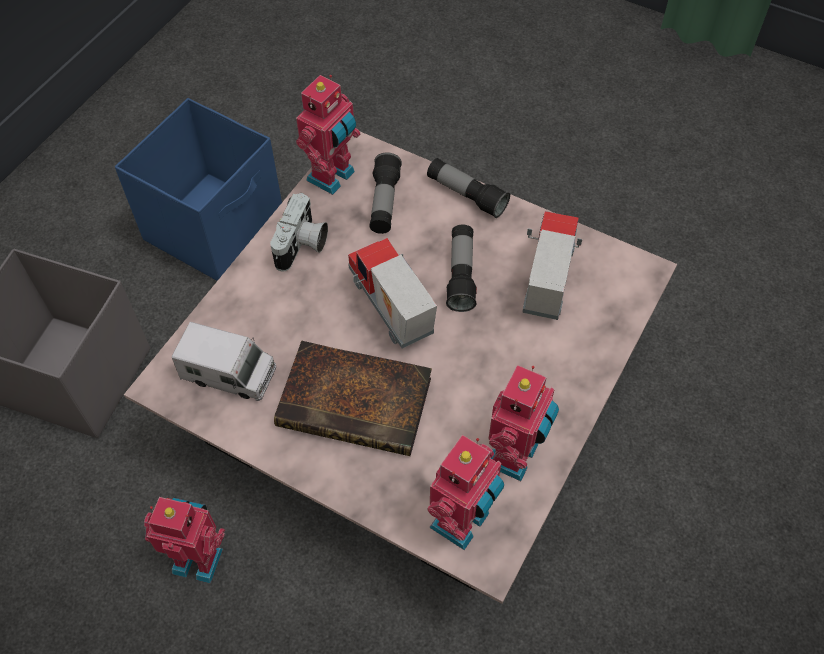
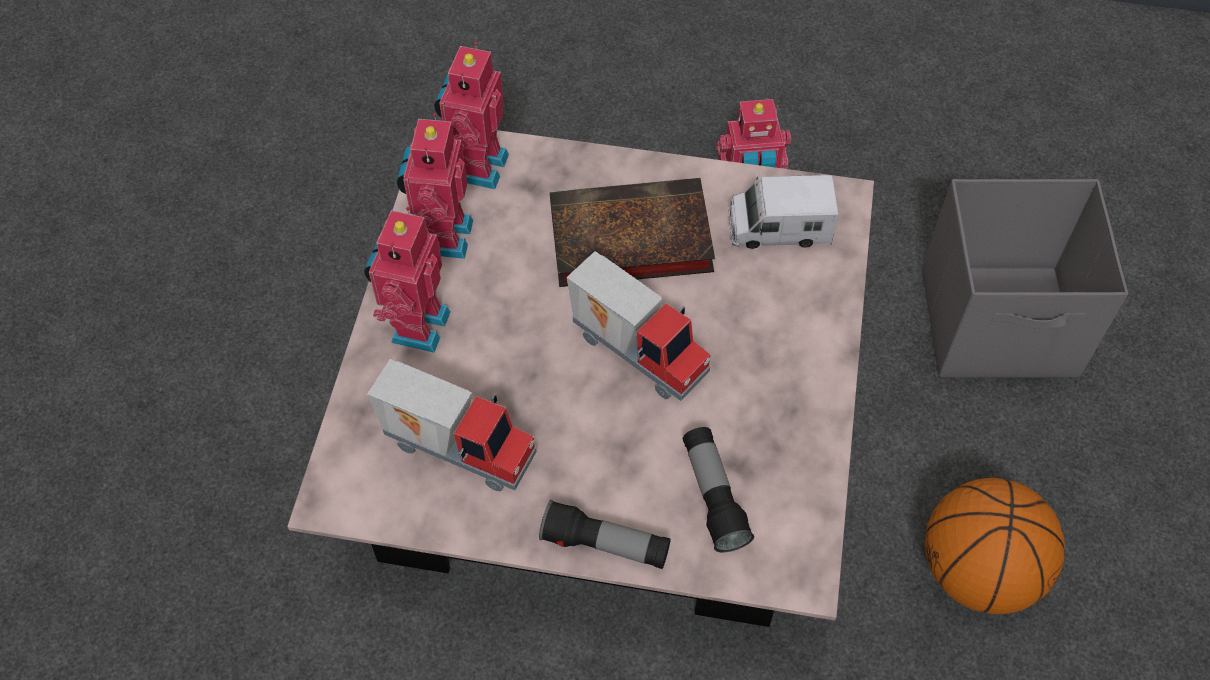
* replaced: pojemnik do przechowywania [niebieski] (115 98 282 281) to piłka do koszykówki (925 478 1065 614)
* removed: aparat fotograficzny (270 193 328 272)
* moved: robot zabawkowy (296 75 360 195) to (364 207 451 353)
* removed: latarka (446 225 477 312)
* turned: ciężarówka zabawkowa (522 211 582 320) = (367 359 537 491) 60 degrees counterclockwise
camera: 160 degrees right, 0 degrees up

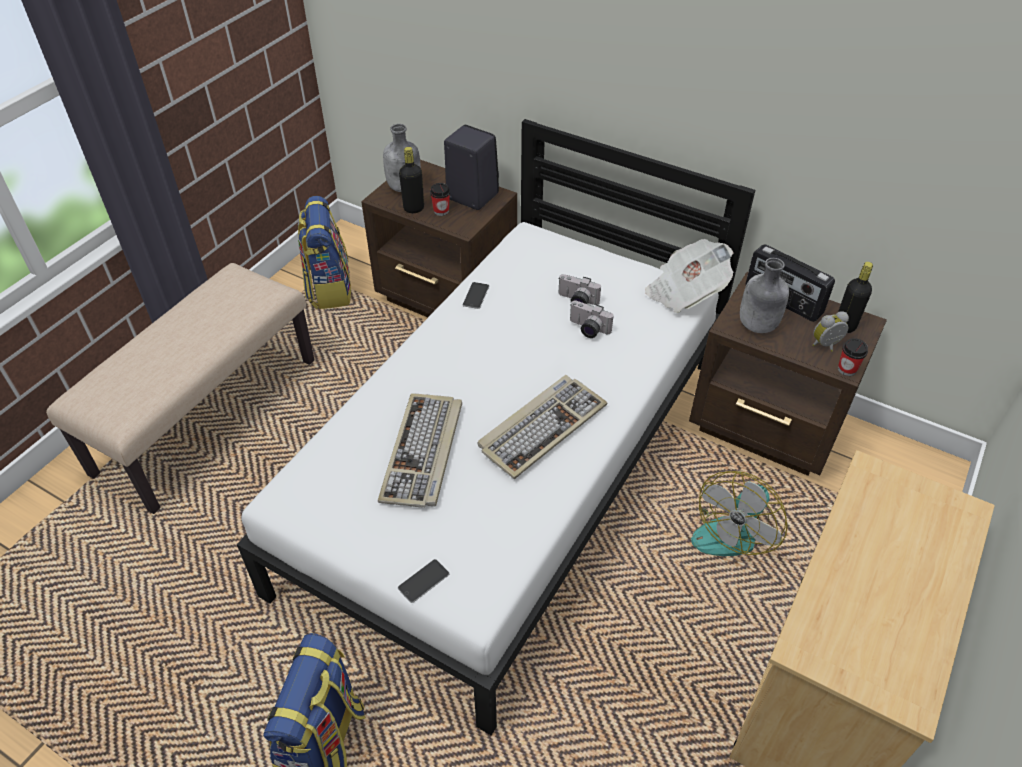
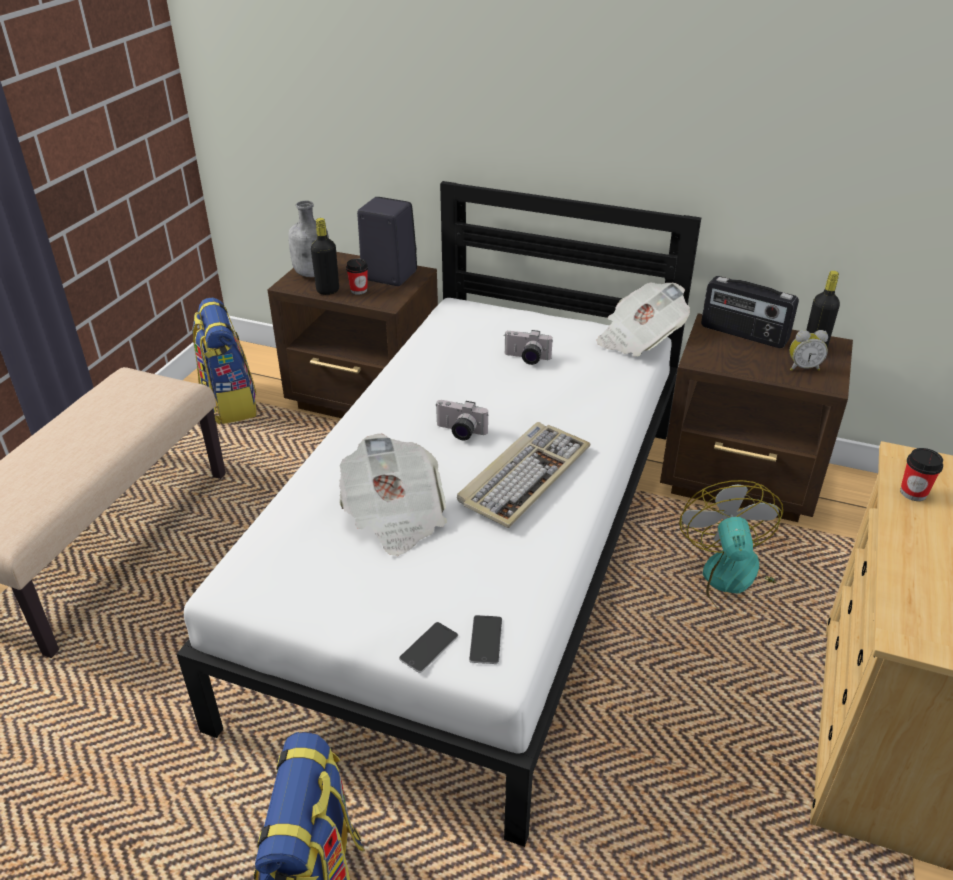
* replaced: klawiatura (378 393 462 508) to gazeta (339 434 447 556)
* moved: telefon (463 282 489 309) to (469 615 502 664)
* moved: aparat fotograficzny (570 300 613 338) to (435 400 488 440)
* turned: wentylator (691 471 788 556) = (679 480 783 620) 150 degrees clockwise
* removed: butelka [szary] (740 258 789 333)
* turned: budzik (812 311 849 352) = (789 330 828 371) 150 degrees counterclockwise
* moved: filiżanka (838 338 868 376) to (900 448 943 501)
camera: 10 degrees left, 10 degrees down

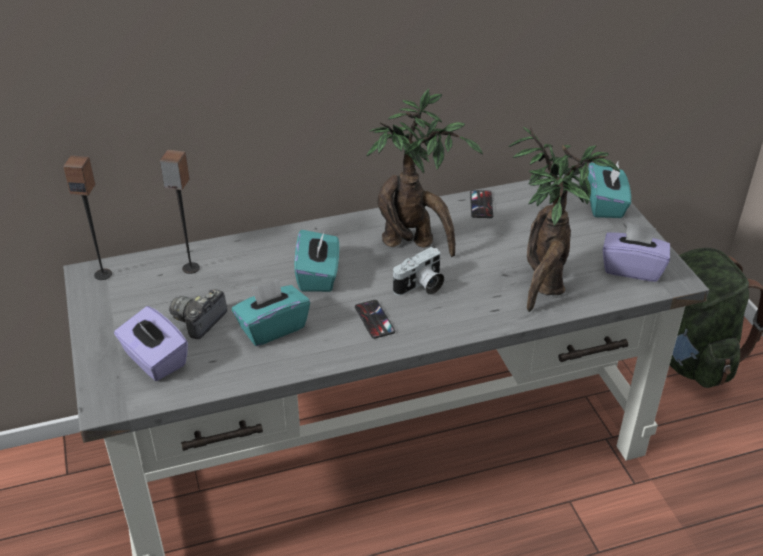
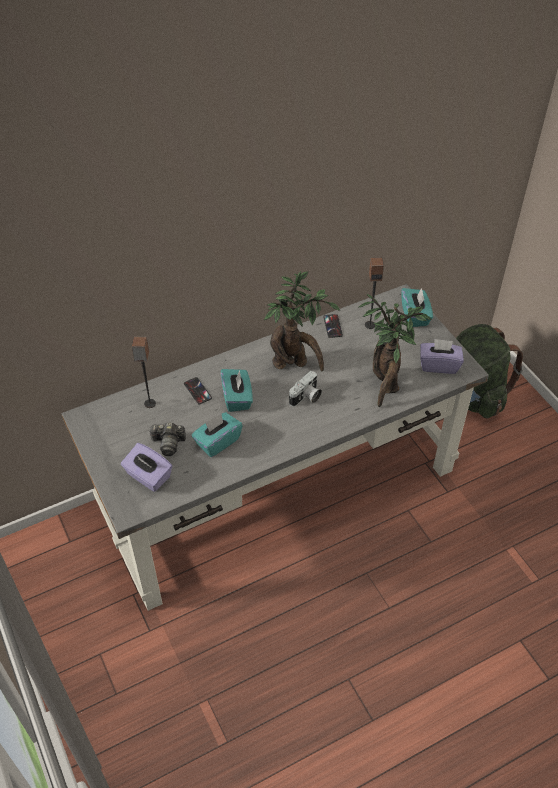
* moved: głośnik (63 155 112 280) to (365 257 384 329)
* turned: aparat fotograficzny (169 289 227 339) = (149 423 186 456) 105 degrees counterclockwise
* moved: telefon (355 300 395 339) to (184 377 212 404)
camera: 10 degrees left, 10 degrees up

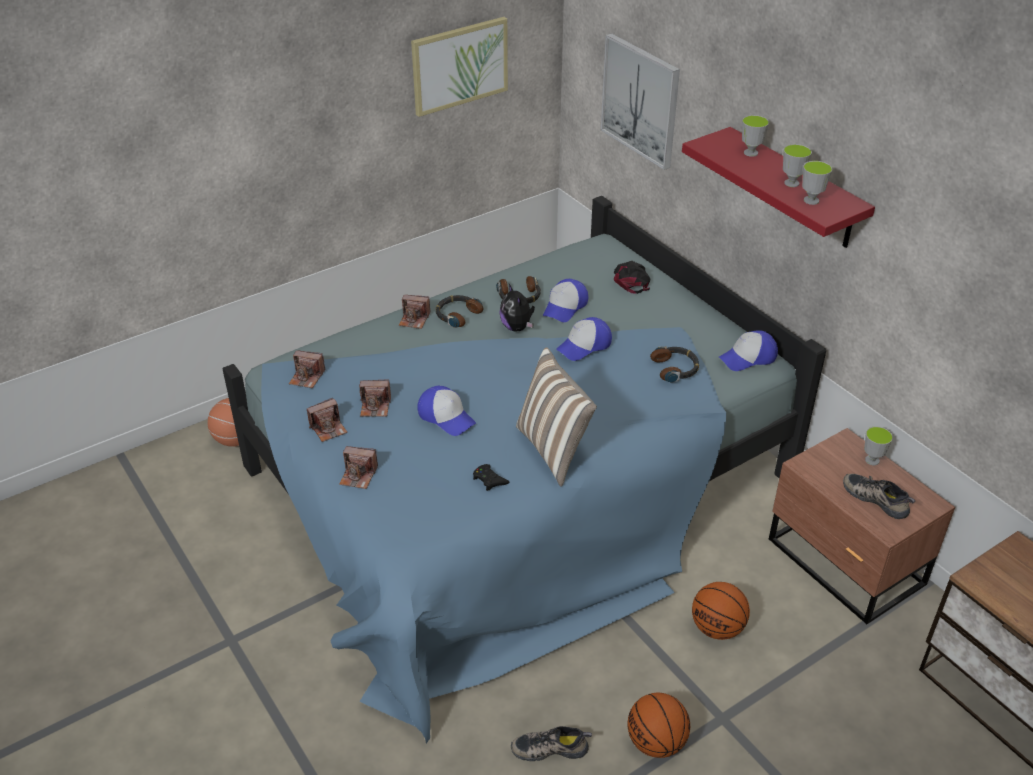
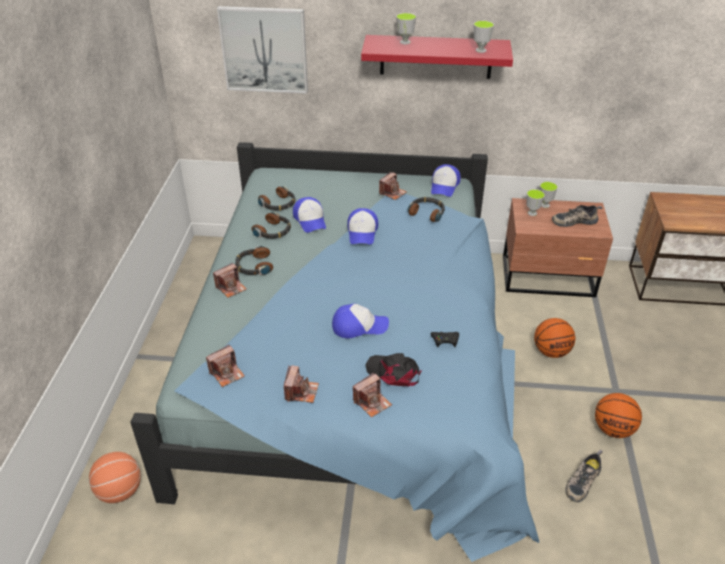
* moved: aparat fotograficzny (359 379 391 417) to (379 172 407 200)
* removed: obraz (411 17 508 117)
* removed: pluszak (499 284 535 332)
* removed: poduszka (516 347 597 487)
* moved: czapka z daszkiem [czarny] (614 261 650 294) to (366 353 422 386)
* moved: filiżanka (783 144 812 187) to (526 189 545 216)
* added: słuchawki (258 187 295 211)
camera: 50 degrees left, 0 degrees up

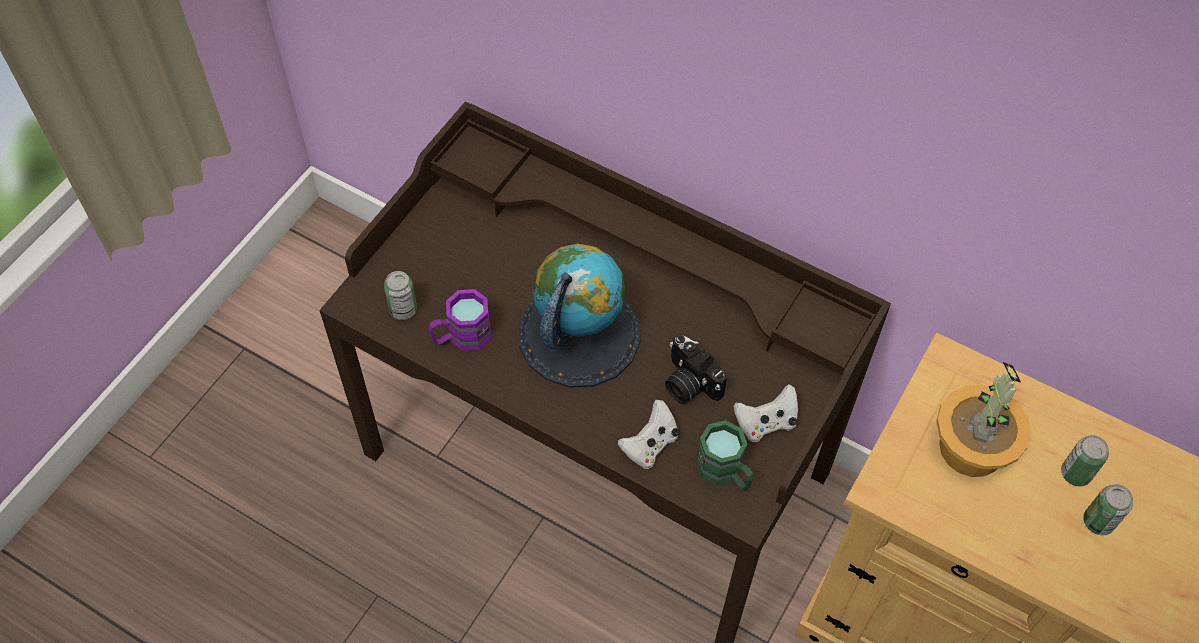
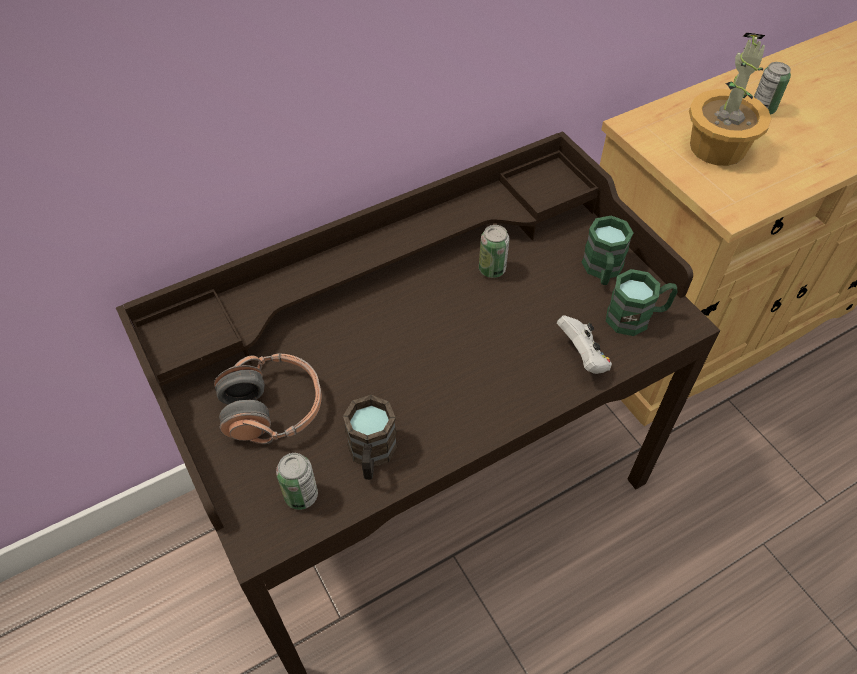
* recoloured: kubek [fioletowy] (428 289 491 351) to kubek [brązowy] (343 395 397 480)
* removed: globus (519 244 640 388)
* removed: aparat fotograficzny (665 334 727 404)
* replaced: pad do gier [biały] (733 384 798 442) to kubek [zielony] (582 215 633 285)
* moved: puszka (1083 484 1133 535) to (479 225 509 278)
* added: słuchawki (214 353 322 444)
camera: 60 degrees left, 5 degrees down

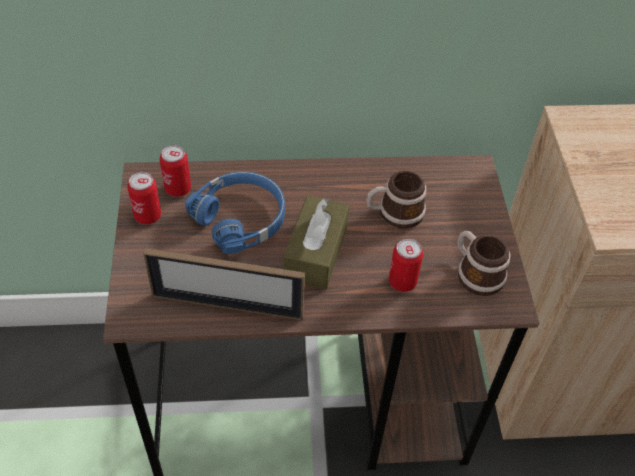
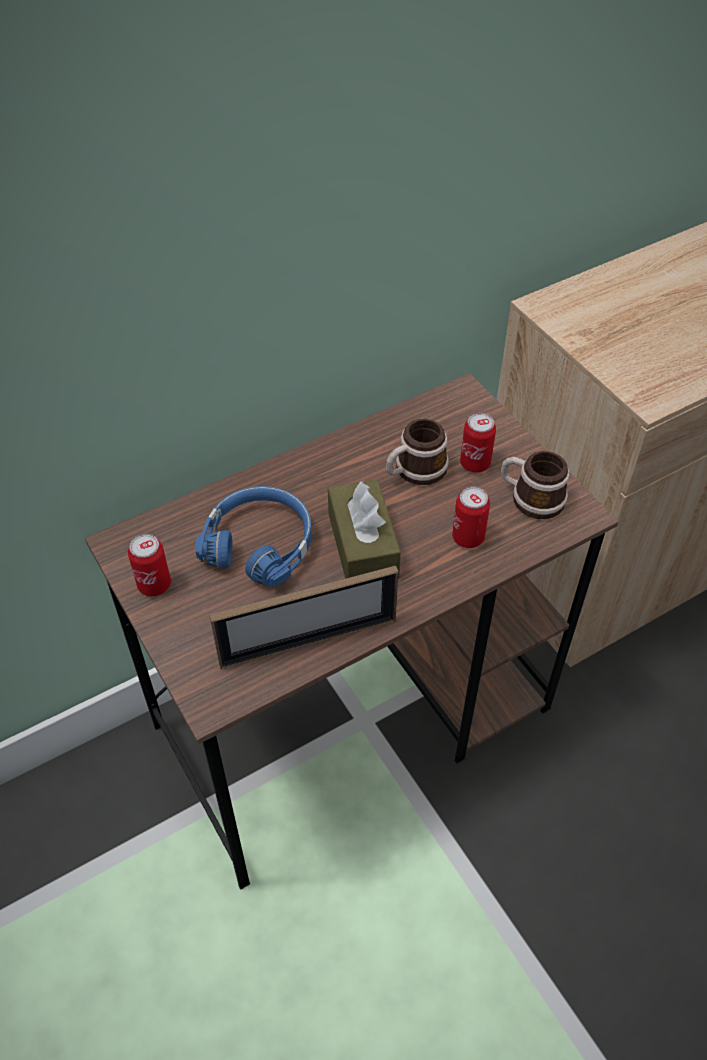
* moved: puszka (160 145 191 197) to (460 413 496 473)
camera: 25 degrees left, 0 degrees up

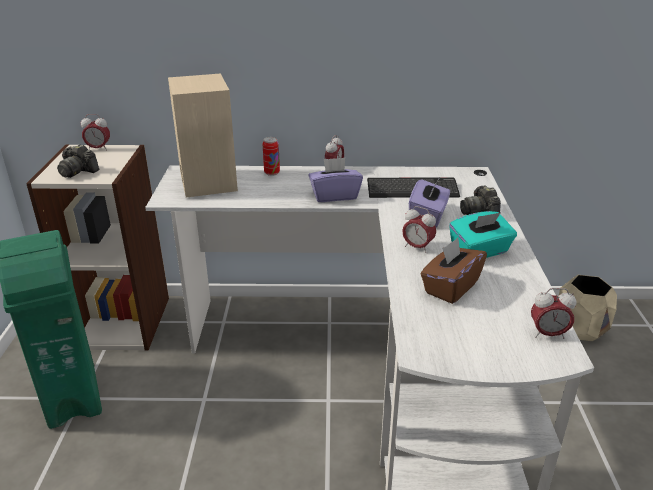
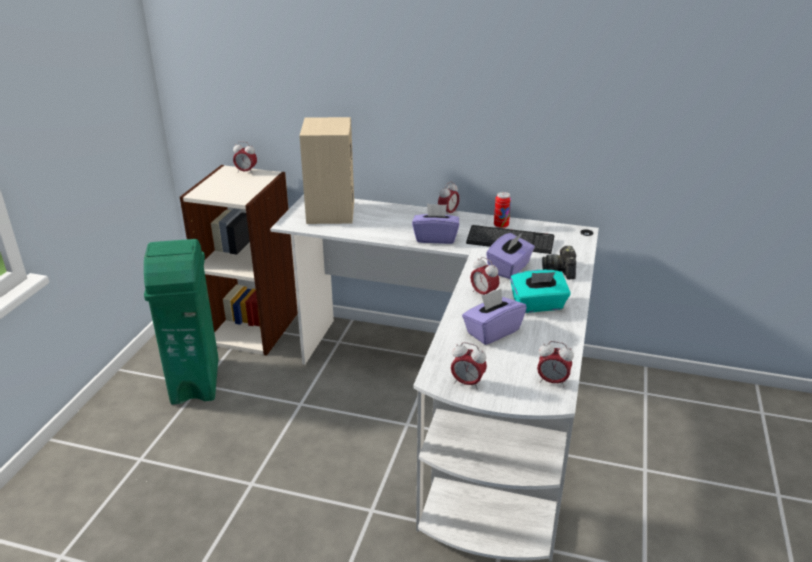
* removed: aparat fotograficzny (57 144 99 178)
* moved: puszka (263 137 280 176) to (494 192 511 229)
* recoloured: pudełko chusteczek [brązowy] (421 238 487 304) to pudełko chusteczek [fioletowy] (462 289 527 345)
* removed: donica [beżowy] (558 275 617 341)
* added: budzik (451 342 487 390)
camera: 15 degrees right, 0 degrees up

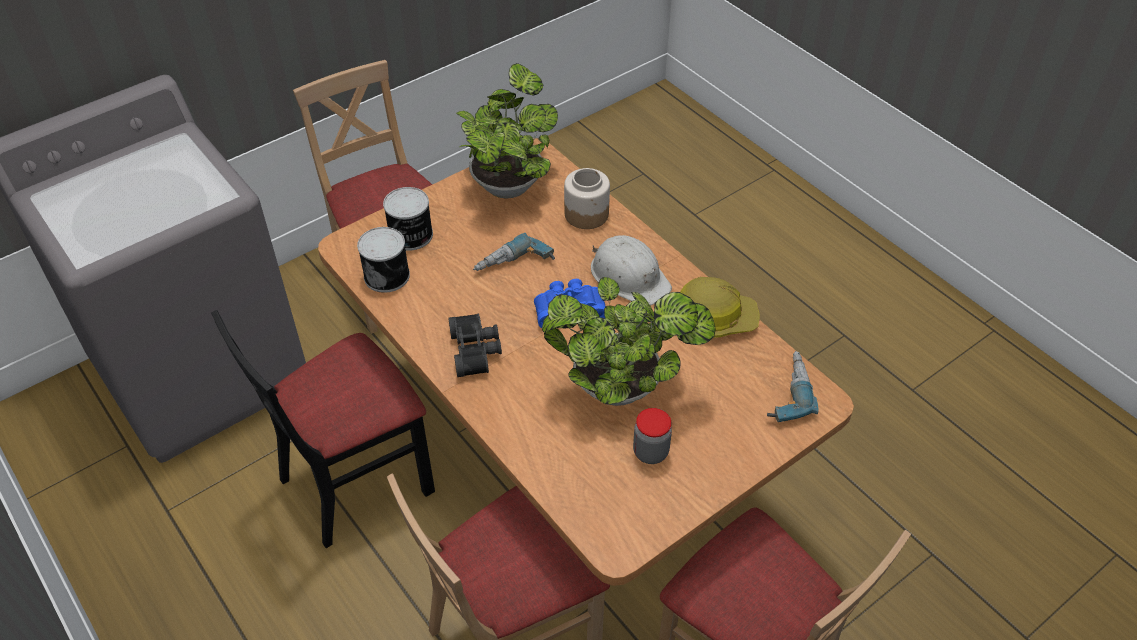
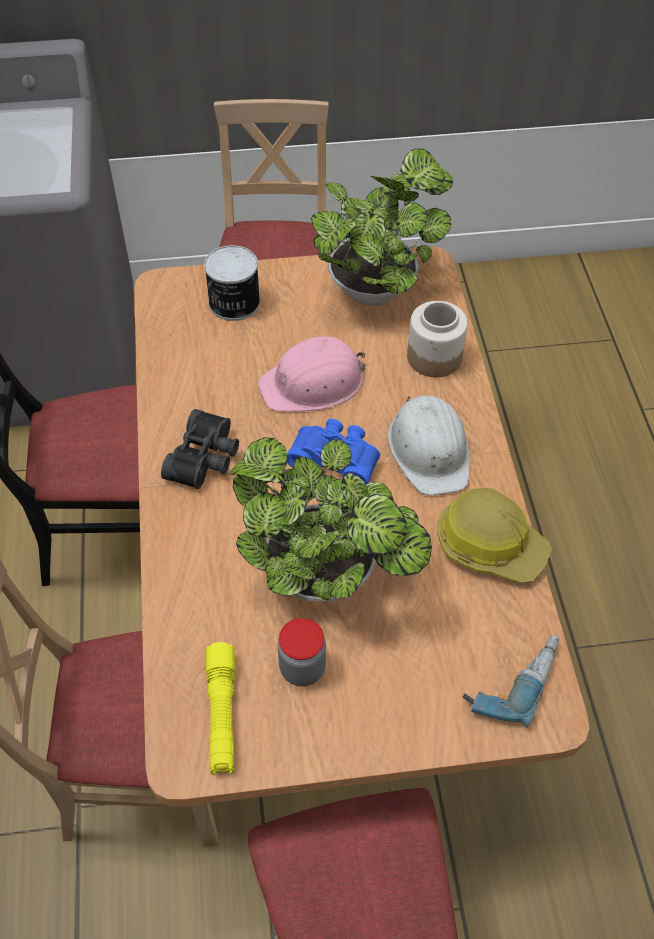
* removed: puszka (357 227 410 293)
* replaced: wiertarka (473 233 555 271) to kask [różowy] (258 336 366 412)
* added: latarka [żółty] (206 642 235 775)
camera: 30 degrees right, 5 degrees up

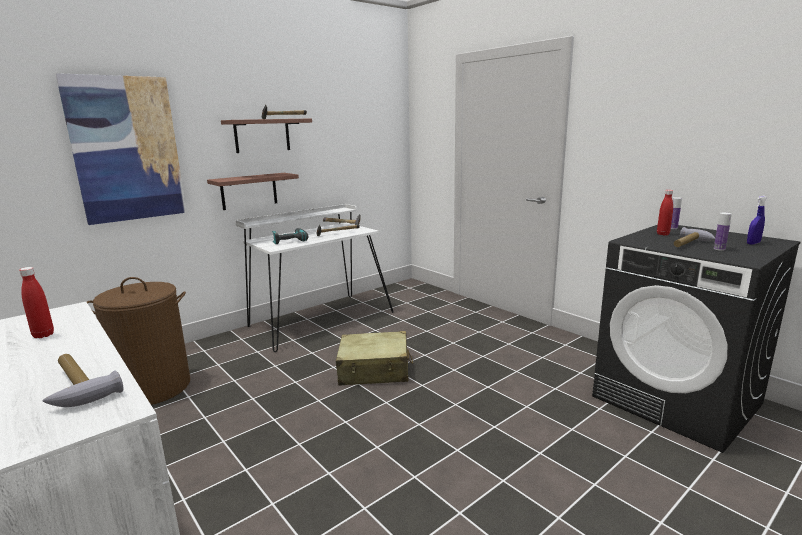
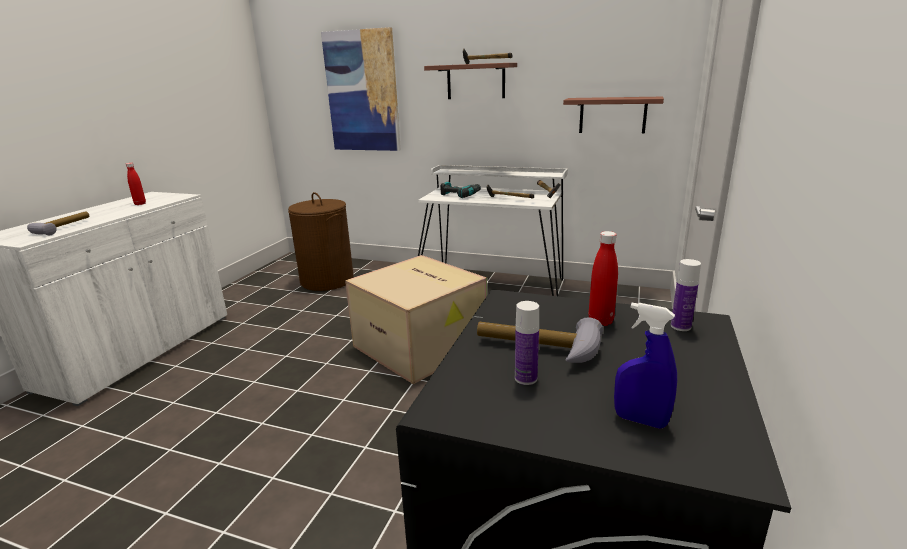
* moved: półka (207 173 299 210) to (563 97 664 133)
* replaced: walizka [beżowy] (336 331 413 386) to karton (345 255 487 384)
camera: 60 degrees right, 5 degrees up

